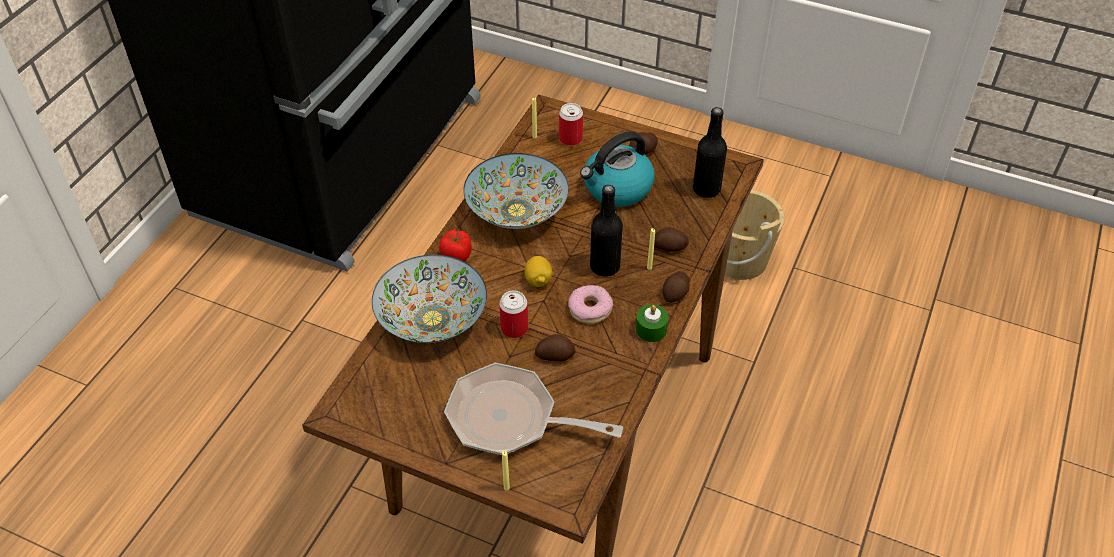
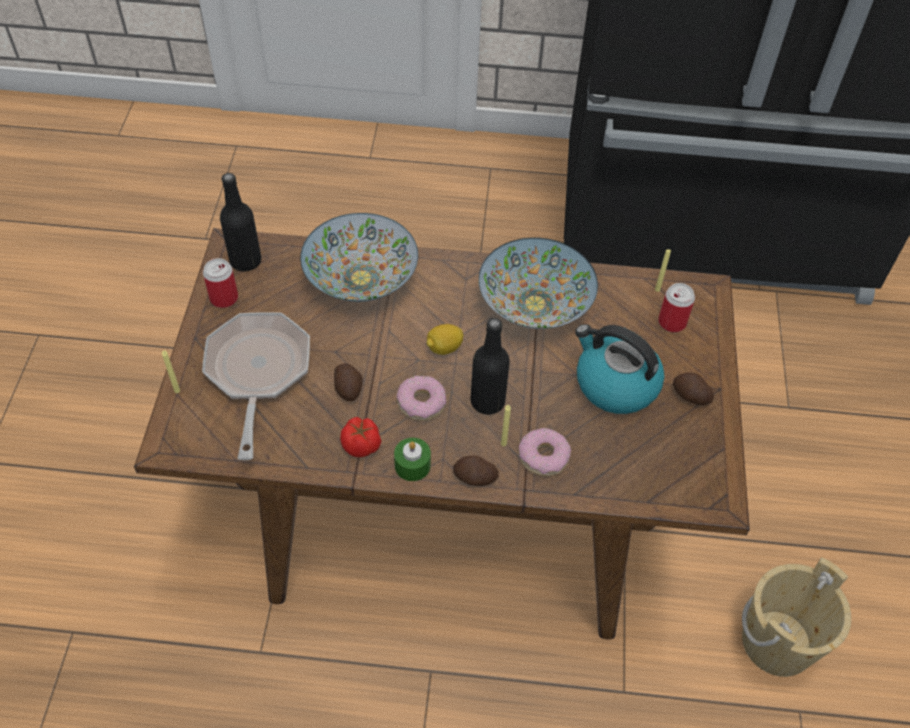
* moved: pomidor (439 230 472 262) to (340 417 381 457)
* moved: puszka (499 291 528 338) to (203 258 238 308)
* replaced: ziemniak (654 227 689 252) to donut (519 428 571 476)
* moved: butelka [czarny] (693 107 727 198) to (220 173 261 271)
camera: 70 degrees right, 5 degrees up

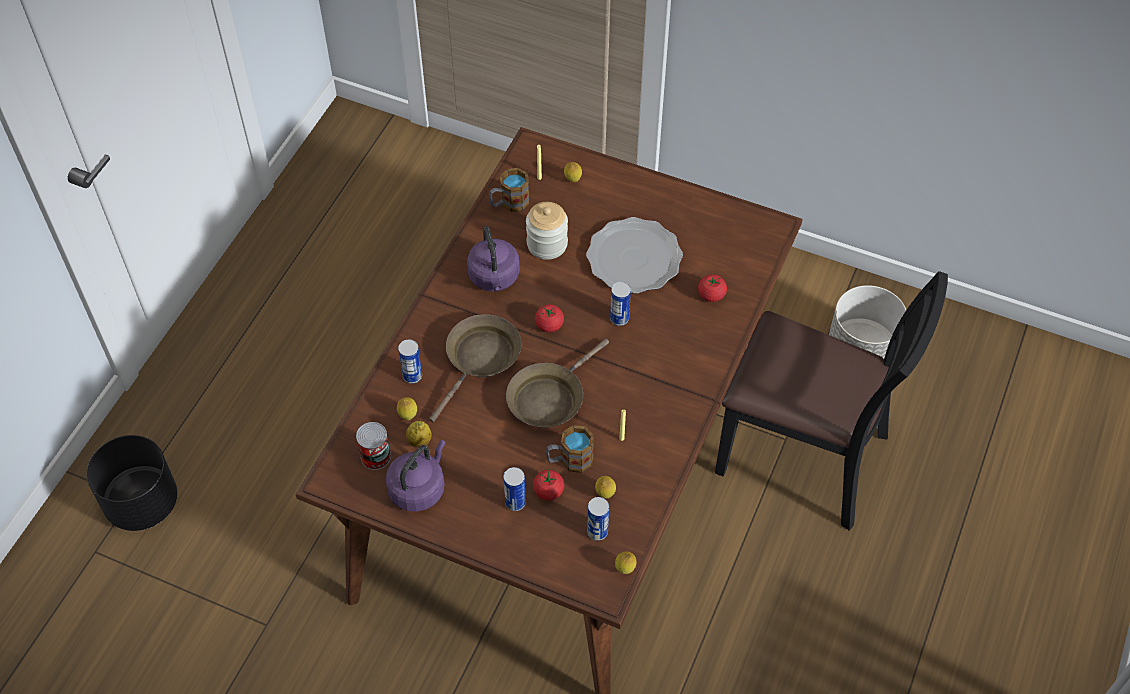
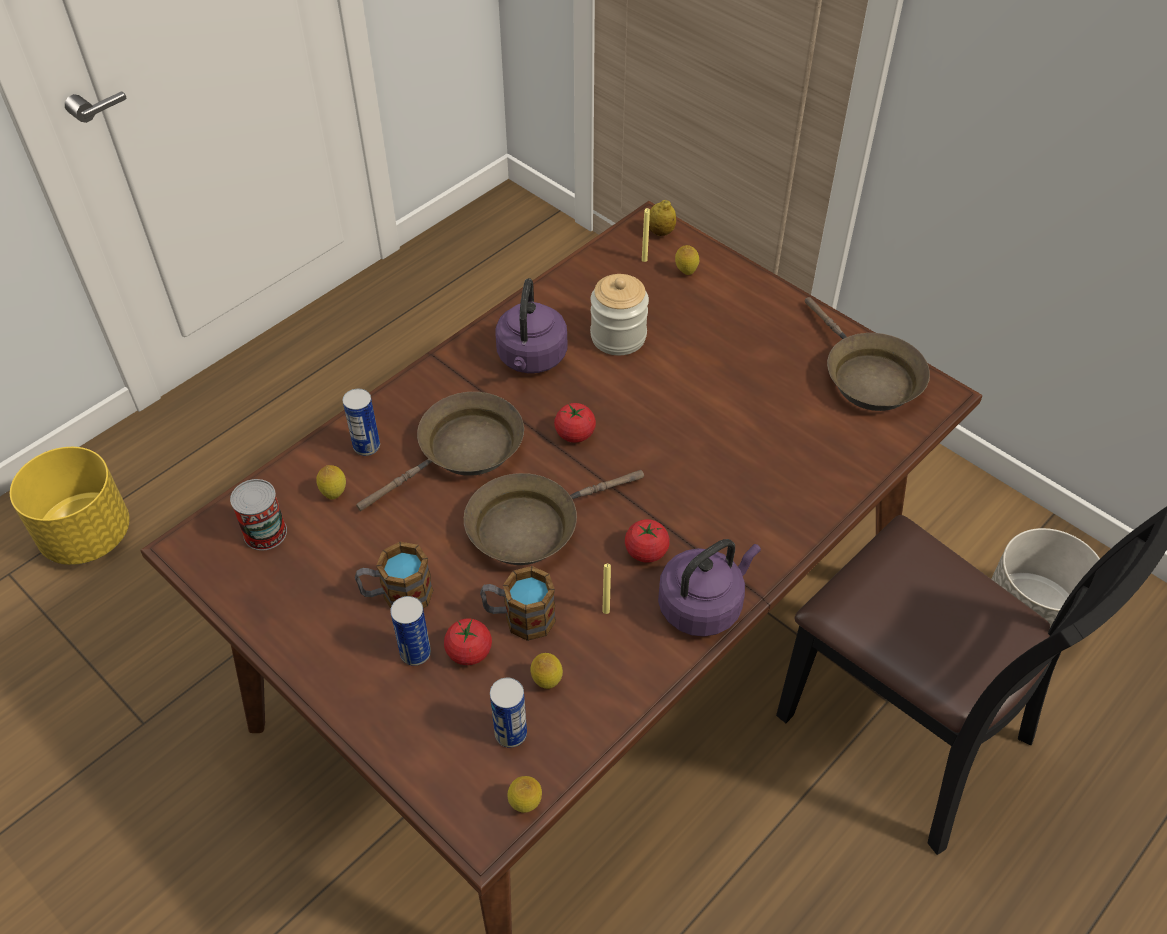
* recoloured: donica [czarny] (86 435 177 531) to donica [żółty] (10 447 130 565)
* moved: czajnik [fioletowy] (385 440 446 512) to (658 539 761 637)
* moved: cytryna (406 421 432 447) to (649 200 676 236)
* moved: kubek (489 168 530 212) to (355 542 433 609)
* removed: talerz (586 217 683 294)
* removed: puszka (610 282 631 326)
* moved: pomidor (698 274 727 302) to (625 519 670 563)
* added: patelnia [brązowy] (805 297 930 411)
camera: 20 degrees right, 5 degrees down

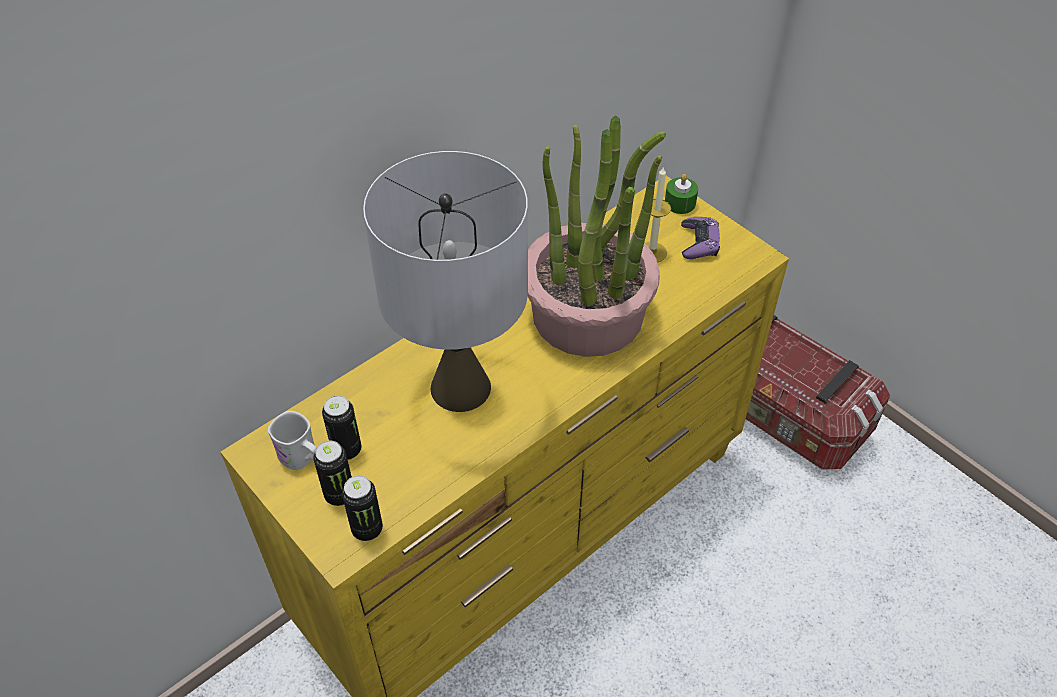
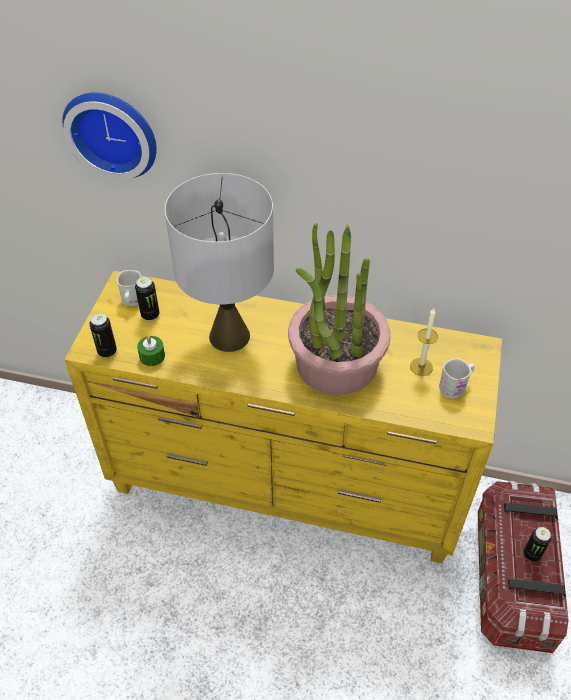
* moved: puszka (314 441 352 506) to (524 527 551 562)
* moved: świeca [zielony] (665 174 698 214) to (137 336 165 366)
* replaced: pad do gier [fioletowy] (681 217 720 259) to kubek [biały] (439 358 475 399)
* added: zegar ścienny (62 92 157 180)
camera: 55 degrees right, 0 degrees up

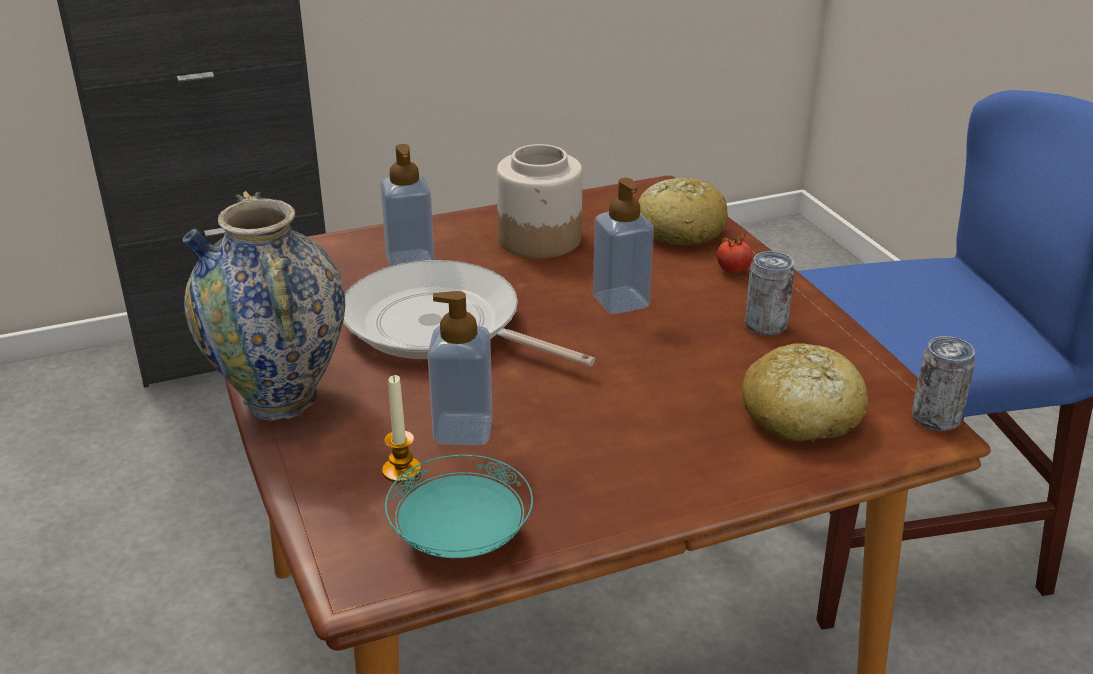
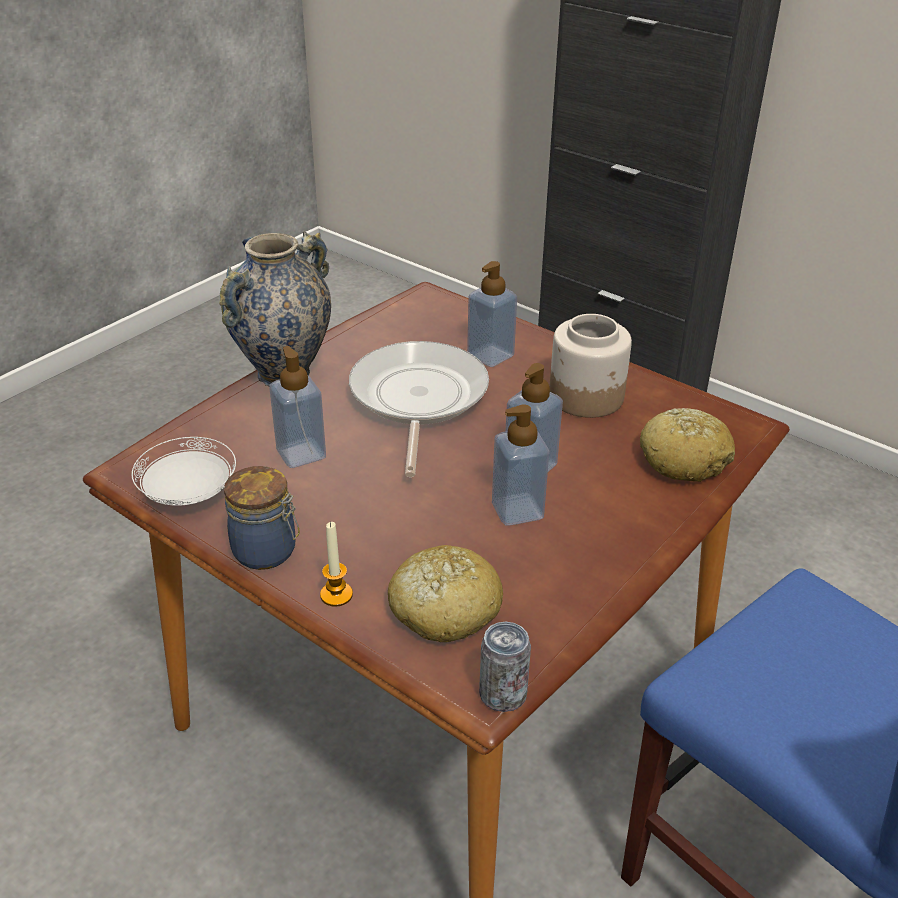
* moved: świeca (382 375 421 483) to (320 522 353 607)
* recoloured: talerz [turkusowy] (385 455 533 558) to talerz [biały] (132 437 236 506)
* removed: pomidor (717 232 752 274)
* removed: puszka (744 251 795 336)
* added: słoik (224 466 300 570)
* added: dozownik mydła (492 404 549 526)
camera: 60 degrees right, 5 degrees up

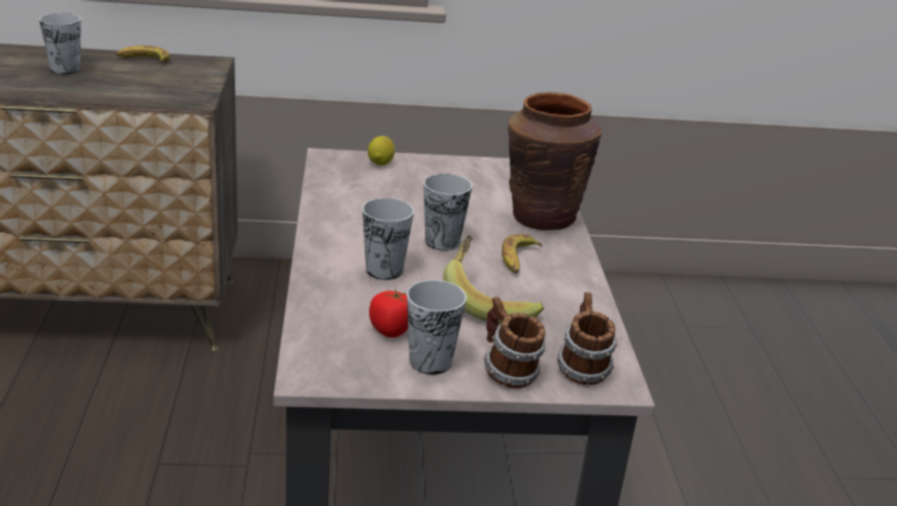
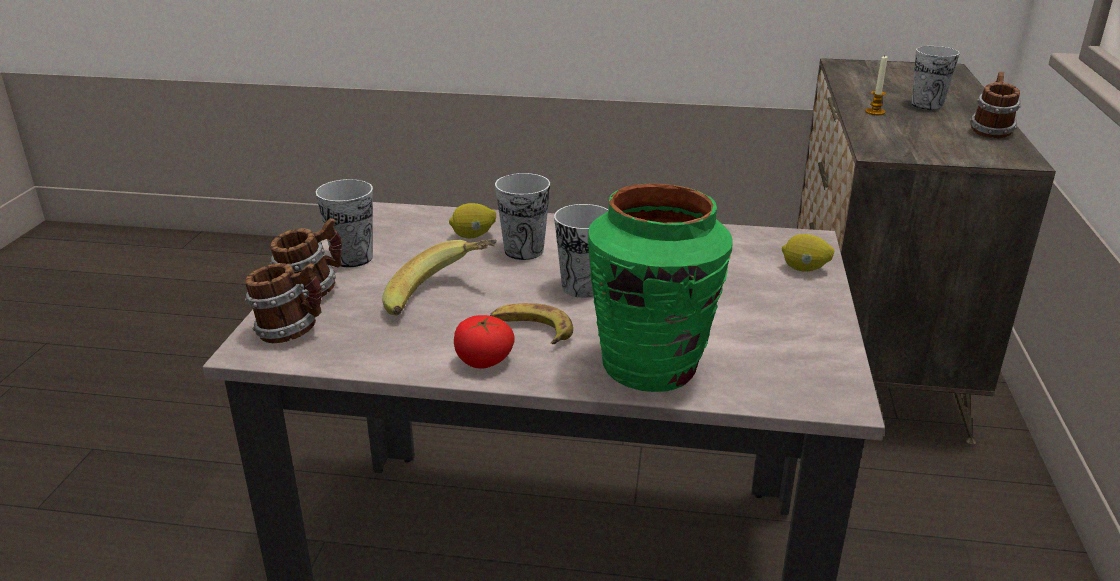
* replaced: banan (117 45 170 63) to kubek (970 72 1021 138)
* moved: pomidor (369 288 408 338) to (454 315 515 369)
* recoloured: wazon [brązowy] (507 92 602 230) to wazon [zielony] (588 184 733 392)
* added: cytryna (449 203 496 238)
* added: świeca (865 56 887 115)
camera: 105 degrees right, 0 degrees up

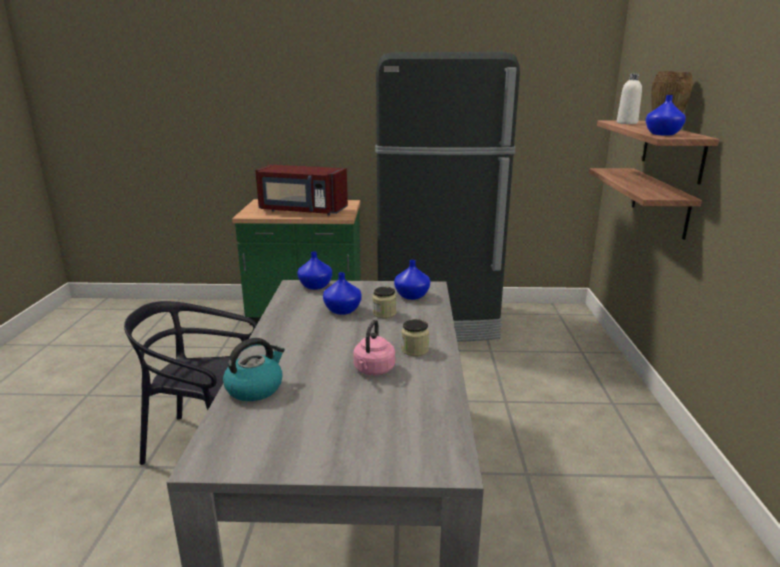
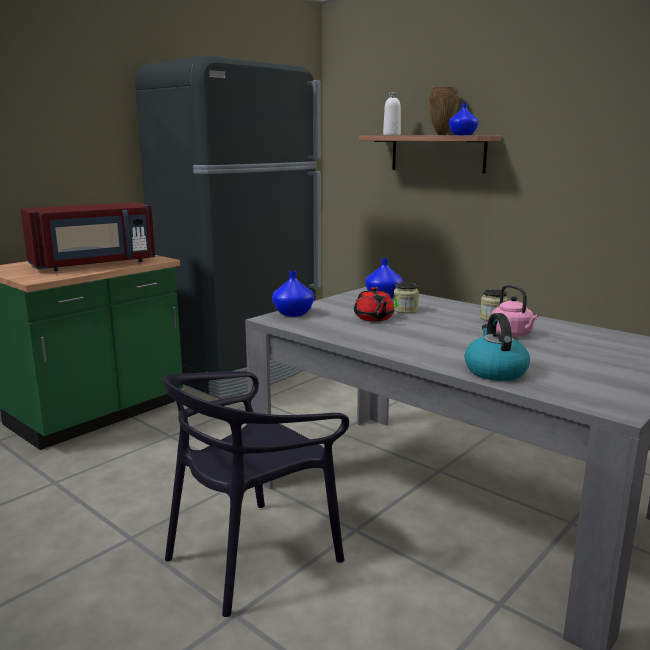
* replaced: wazon [niebieski] (323 272 361 315) to imbryk [czerwony] (354 287 394 321)
* removed: półka (589 168 702 240)
camera: 50 degrees left, 5 degrees down

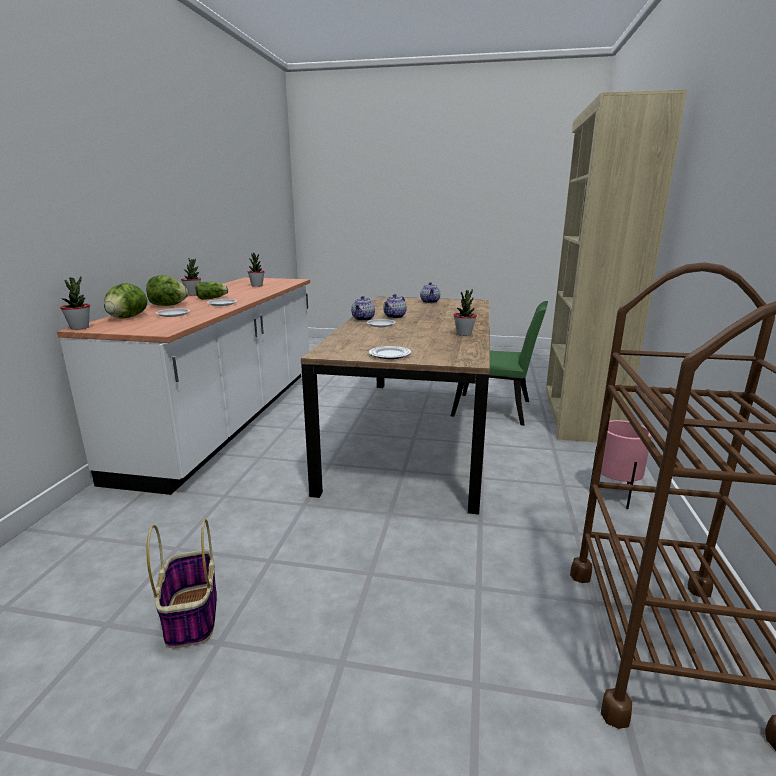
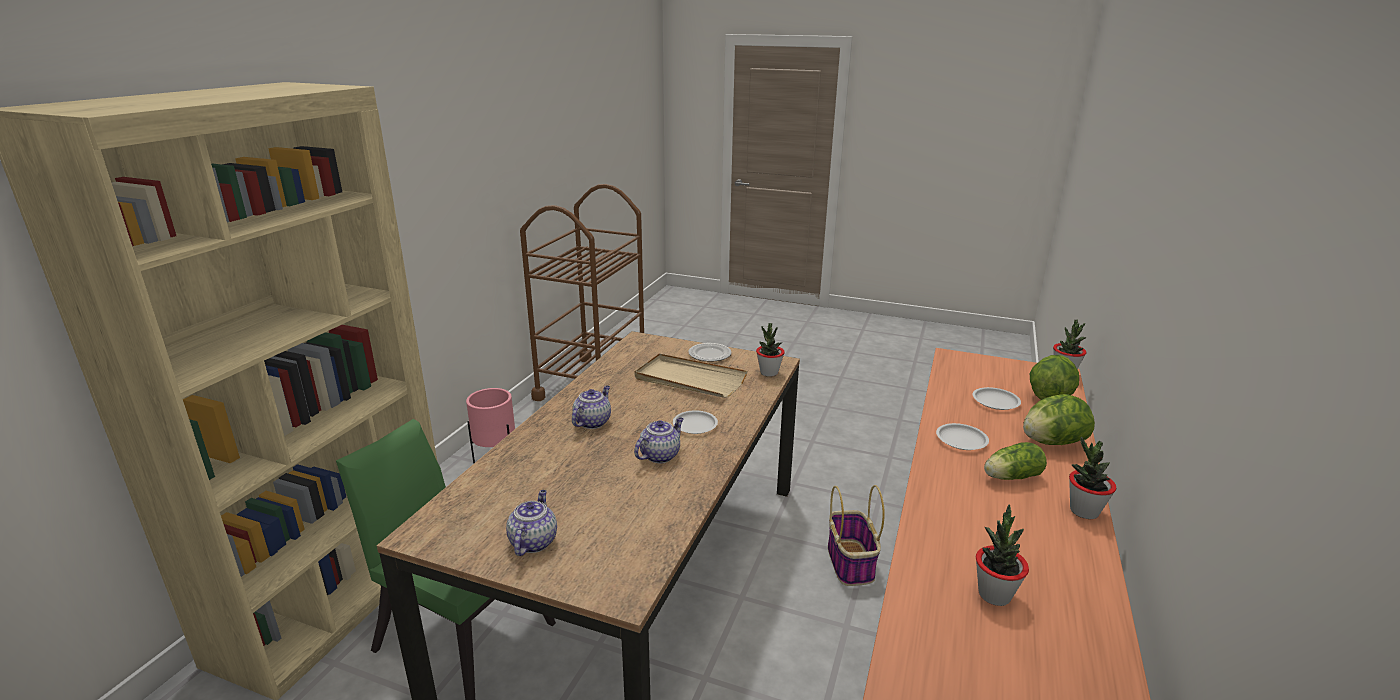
* moved: koszyk (147 519 217 648) to (828 485 885 586)
* moved: imbryk (351 296 375 321) to (572 386 611 429)
* moved: roślina doniczkowa (454 289 477 336) to (756 323 785 377)
* added: taca [beżowy] (635 353 747 398)
camera: 170 degrees left, 5 degrees up

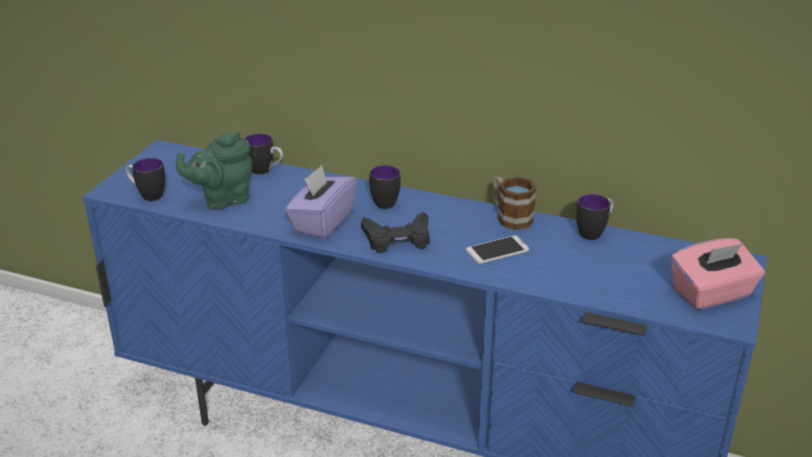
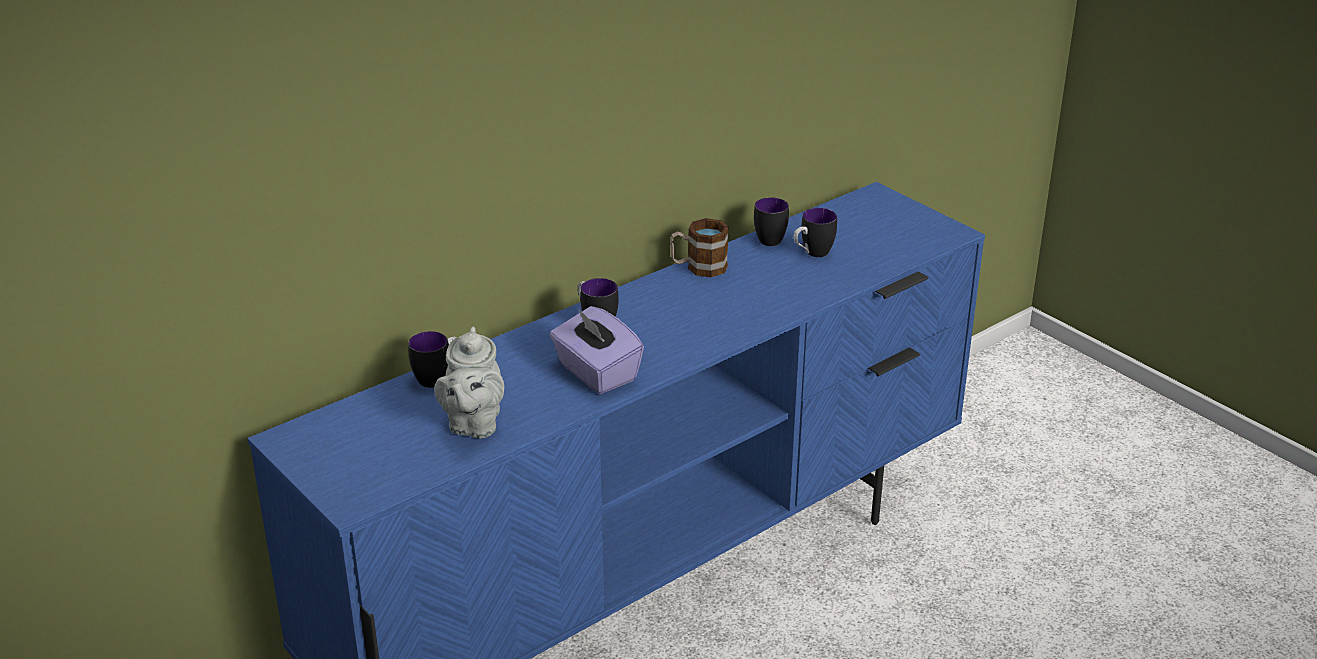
* moved: kubek (126 158 165 201) to (793 208 837 257)
* recoloured: imbryk [zielony] (176 132 253 210) to imbryk [szary] (434 326 504 438)
* removed: pad do gier [czarny] (361 211 430 253)
* removed: telefon (466 235 529 264)
* removed: pudełko chusteczek [różowy] (671 238 765 309)
camera: 60 degrees left, 0 degrees up

